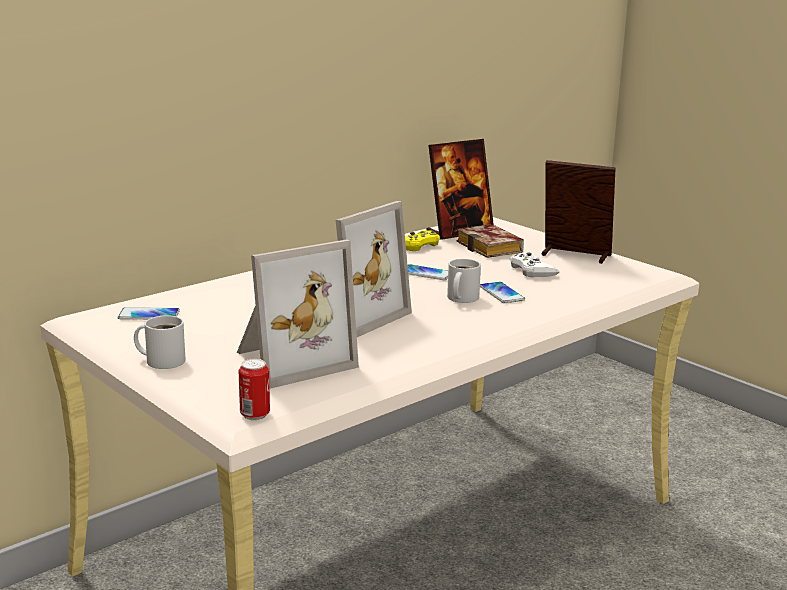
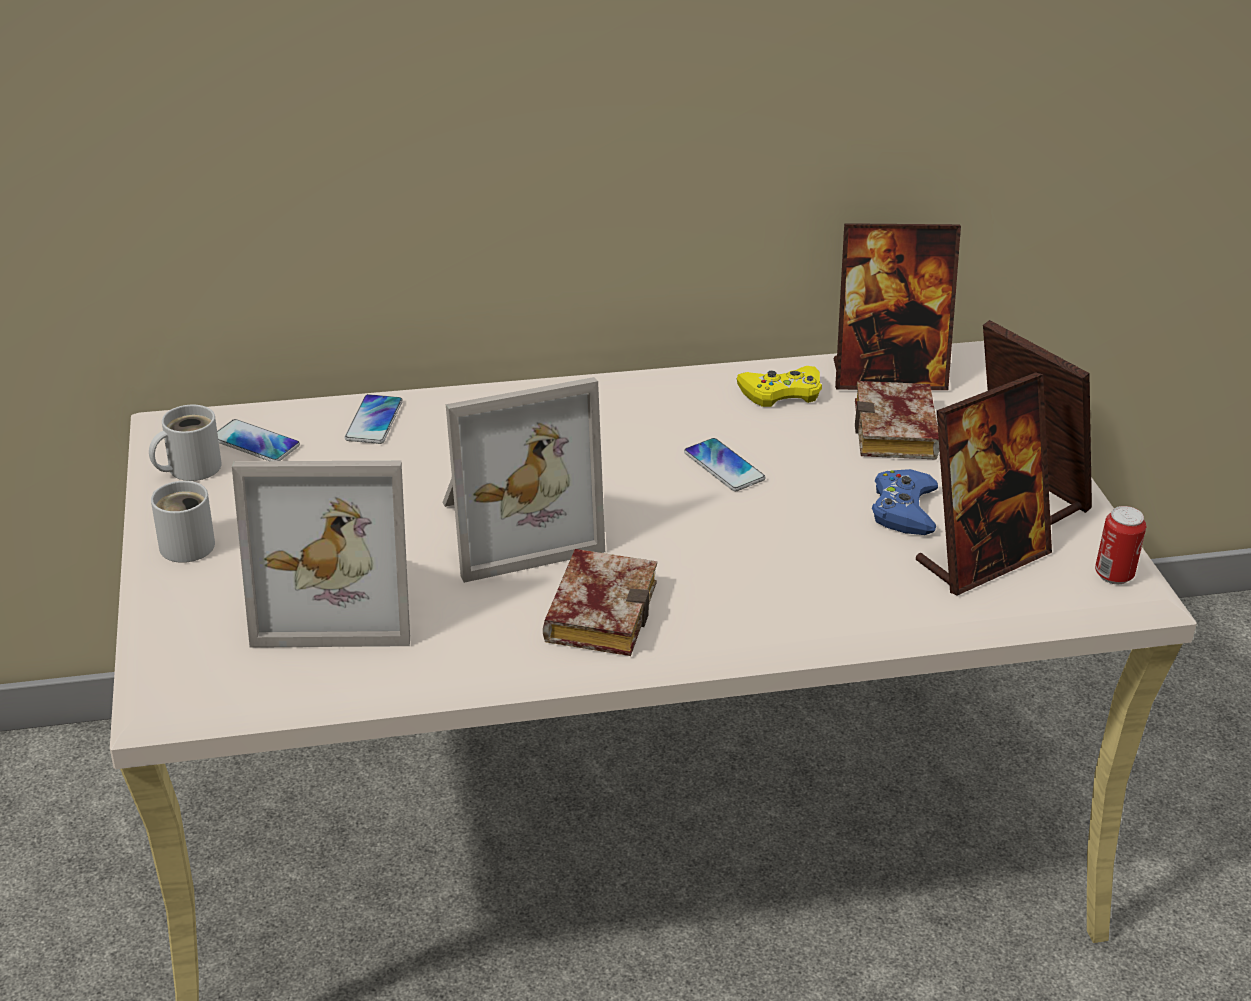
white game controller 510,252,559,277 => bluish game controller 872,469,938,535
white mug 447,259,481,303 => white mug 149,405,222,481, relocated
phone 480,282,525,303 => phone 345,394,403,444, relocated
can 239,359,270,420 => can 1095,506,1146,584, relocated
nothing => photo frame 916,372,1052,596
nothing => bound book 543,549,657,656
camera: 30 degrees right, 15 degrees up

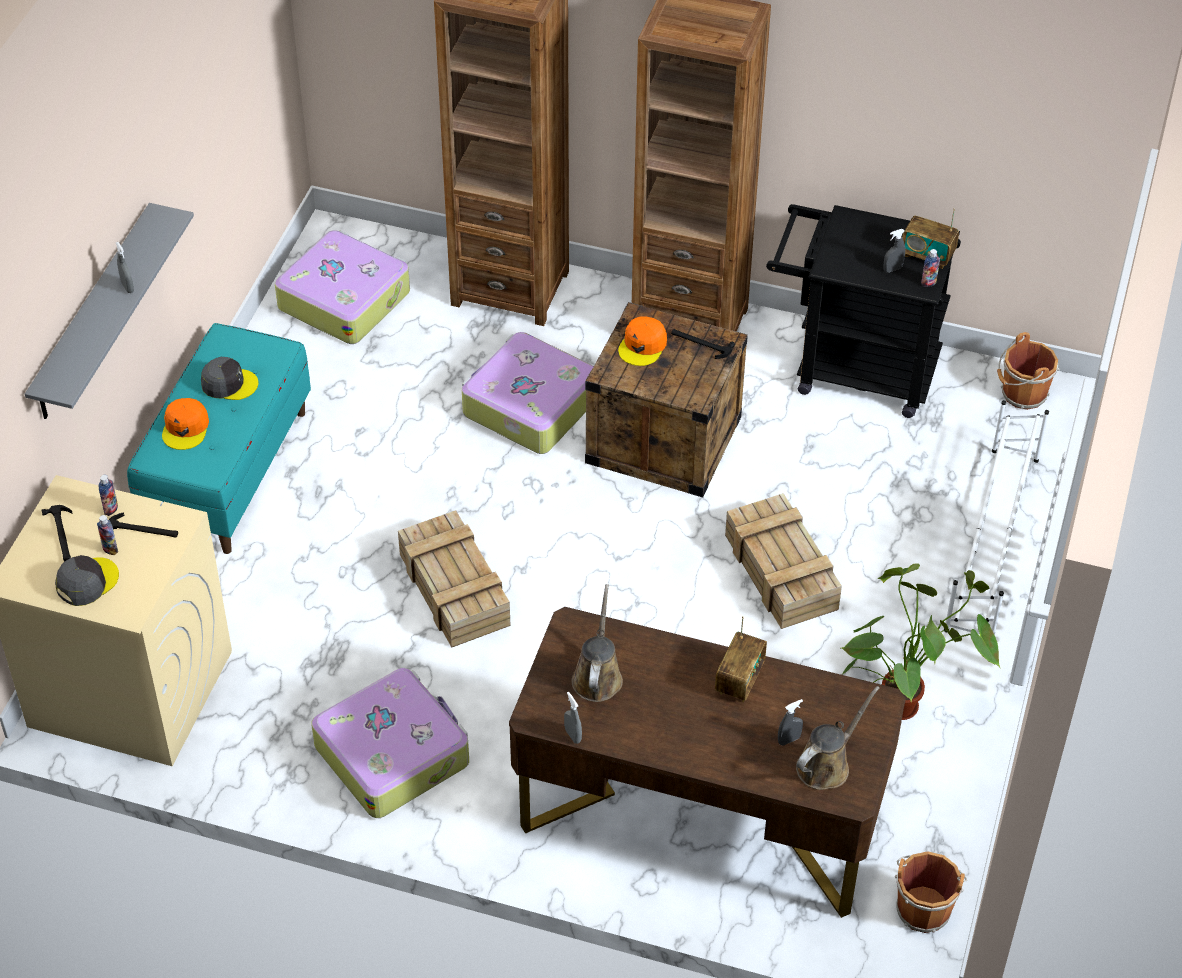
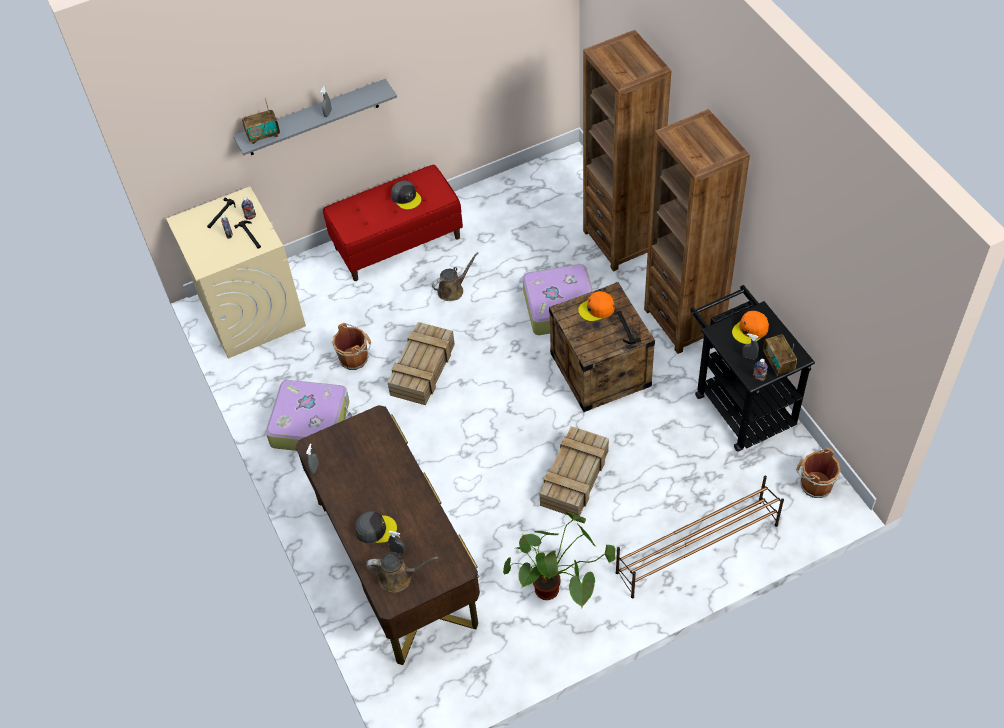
travel case 275,230,410,344 => nothing
turquoise indoor bench 127,323,311,554 => reddish indoor bench 323,165,463,281
orange-coloured cap 162,398,209,450 => orange-coloured cap 732,311,769,344, relocated
white shoe shelf 944,400,1049,635 => brown shoe shelf 616,475,784,598
greyish cap 55,555,119,606 => greyish cap 355,511,397,544, relocated
brown watering pot 571,584,623,702 => brown watering pot 432,252,479,301, relocated
radio set 715,616,767,702 => radio set 242,98,280,144, relocated
brown bucket 895,851,967,933 => brown bucket 332,323,371,370, relocated
camera: 50 degrees right, 5 degrees up

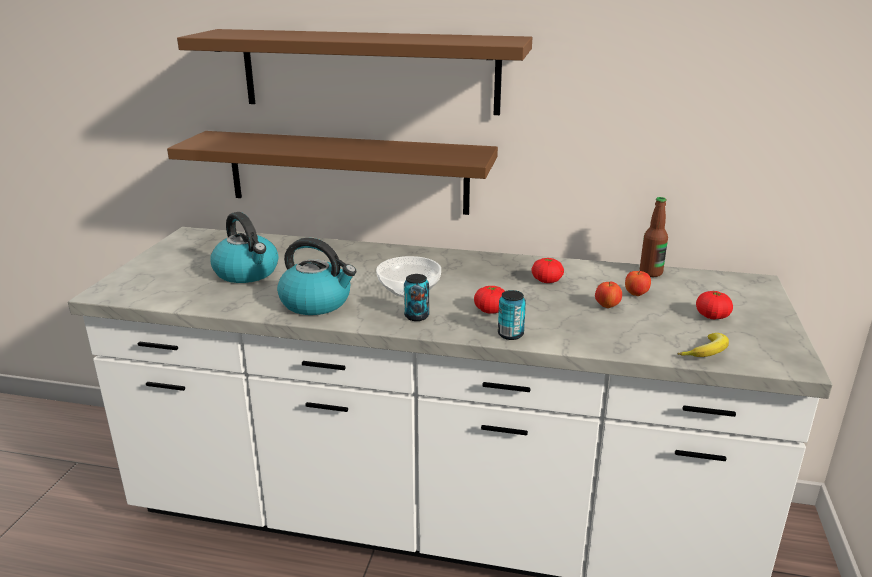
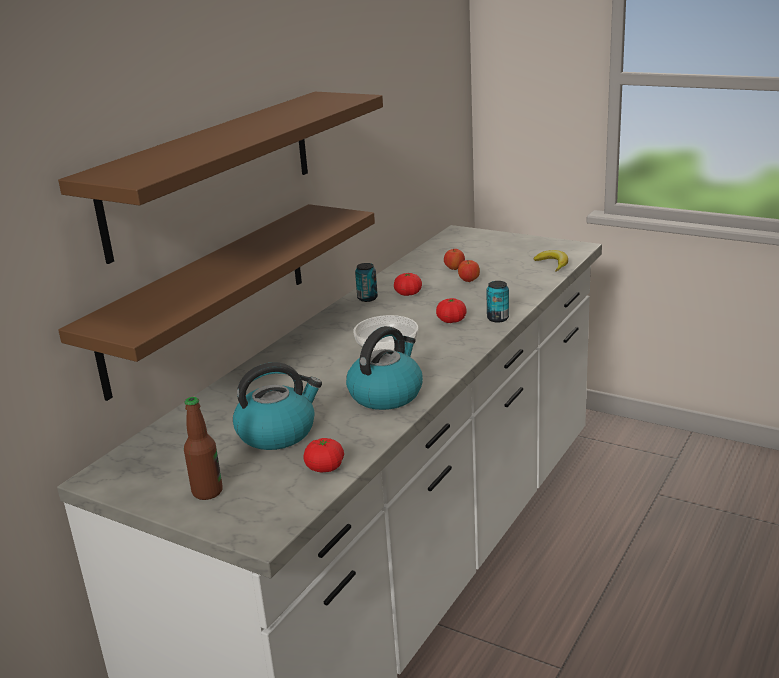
bottle 640,197,668,277 => bottle 184,397,223,500, relocated
can 404,274,429,321 => can 355,263,378,302, relocated
tomato 696,291,733,319 => tomato 303,438,344,473, relocated
camera: 70 degrees left, 0 degrees up

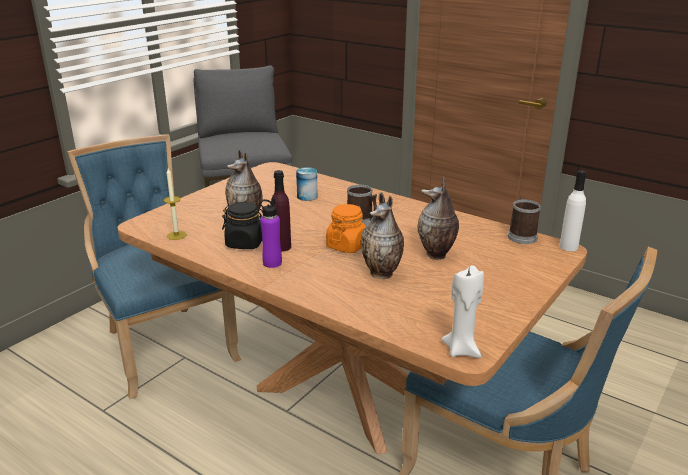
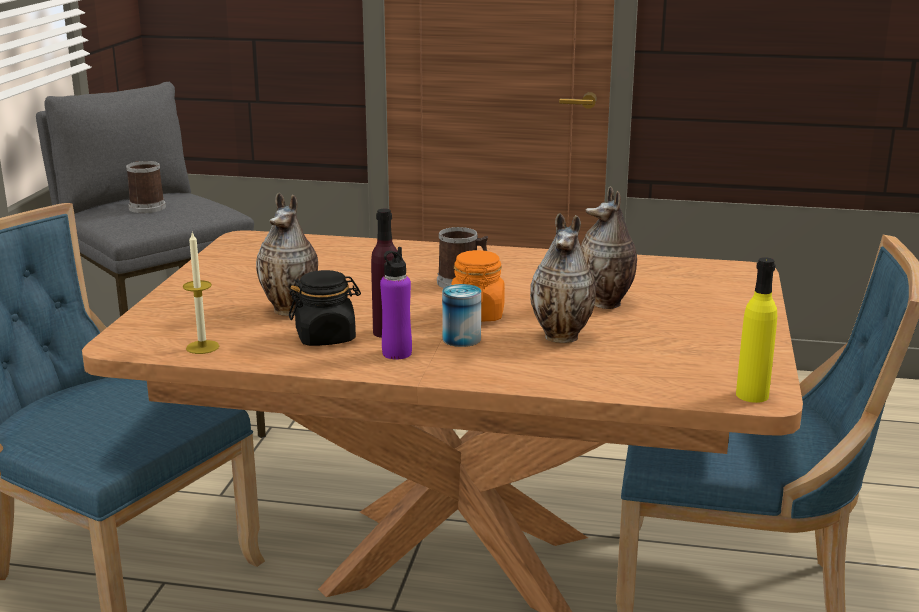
can 296,167,318,201 => can 442,284,481,347, relocated
white bottle 559,170,587,251 => nothing
mug 508,198,541,244 => mug 126,161,166,213, relocated
white candle 441,265,484,358 => yellow bottle 736,257,777,403
camera: 25 degrees left, 5 degrees down

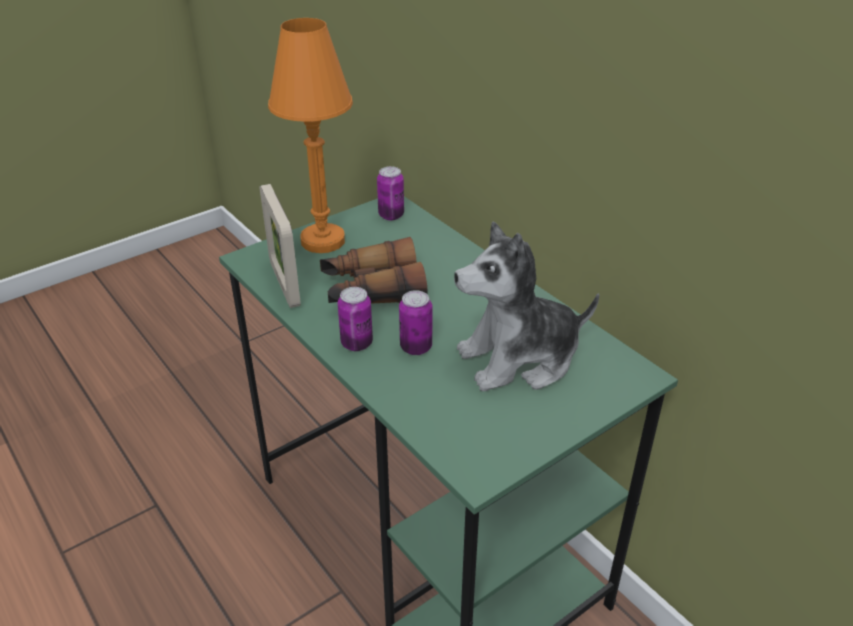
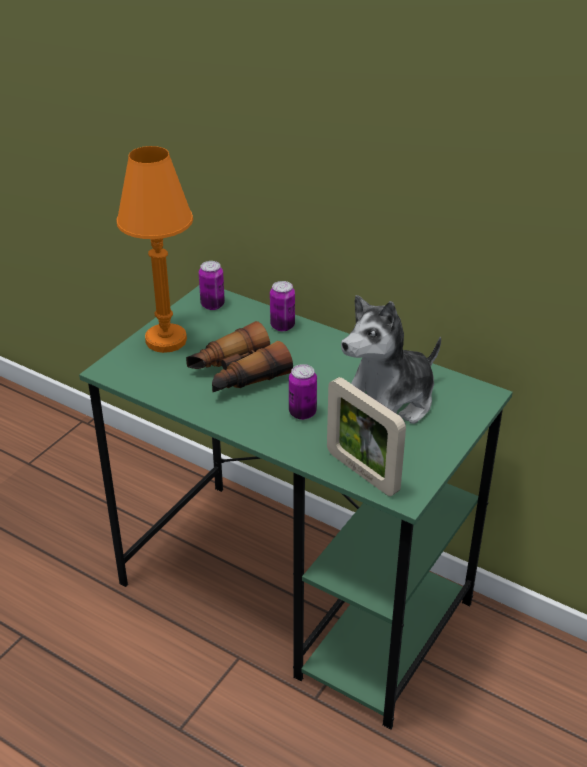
photo frame 260,184,301,308 => photo frame 327,377,406,496, relocated
can 338,287,373,351 => can 270,281,295,331, relocated
camera: 20 degrees left, 0 degrees up

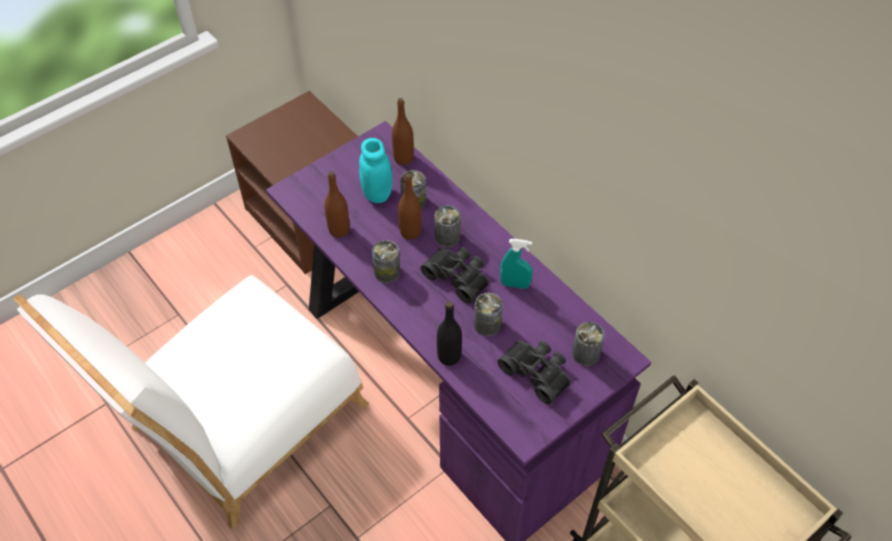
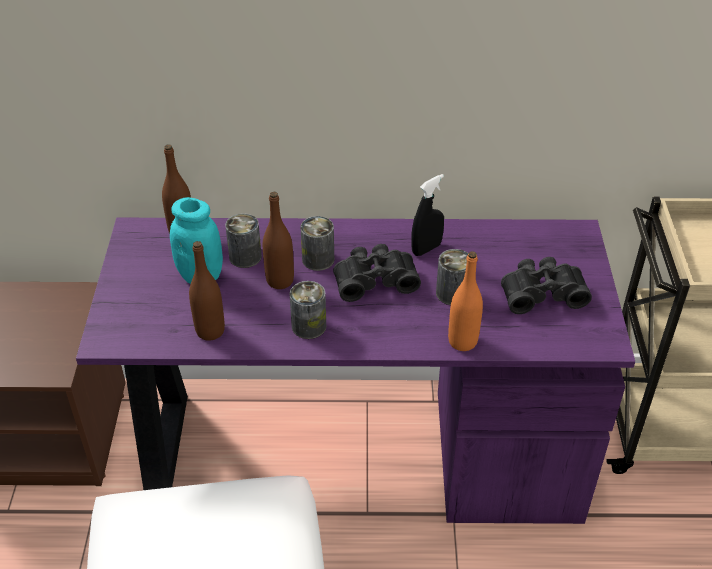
turquoise spray bottle 500,239,533,289 => blackish spray bottle 411,174,444,256
blackish bottle 437,302,462,366 => orange-coloured bottle 448,251,483,351
can 572,322,605,366 => nothing
camera: 50 degrees left, 10 degrees down

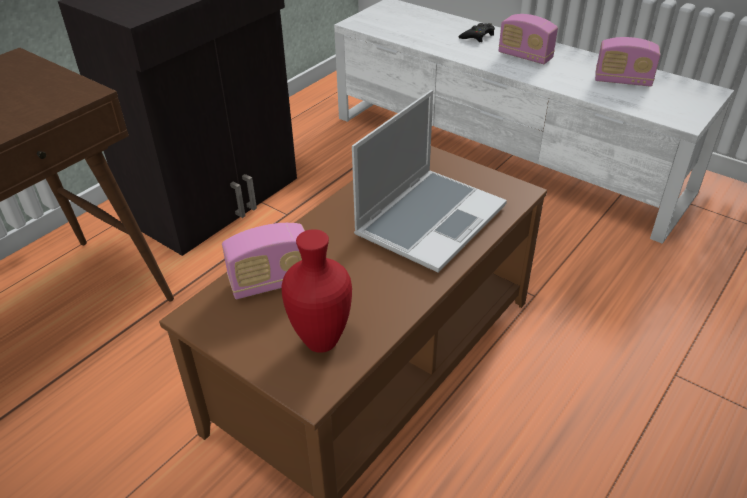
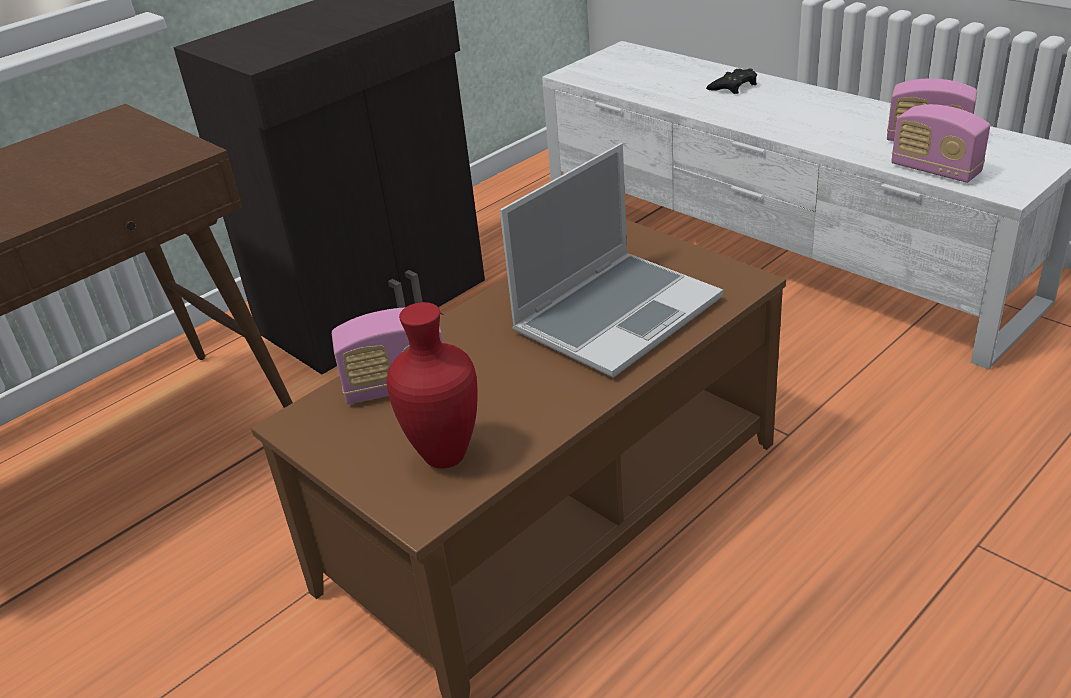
radio set 498,14,558,64 => radio set 892,104,990,183, relocated
camera: 10 degrees right, 5 degrees down

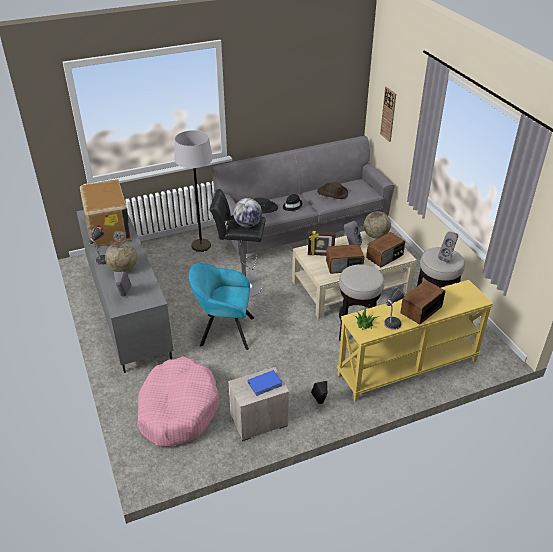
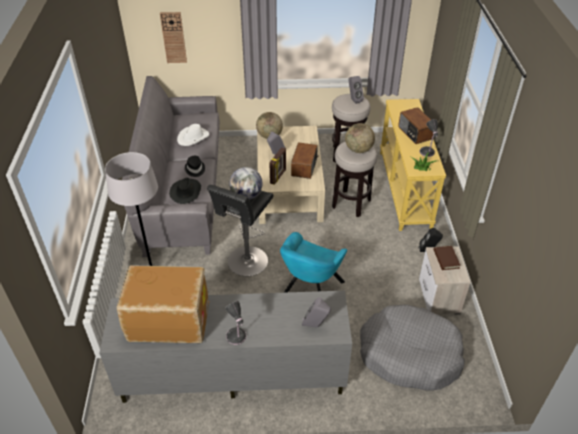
brown wearable hat 317,182,348,199 => white wearable hat 177,124,209,146
radio set 366,232,405,267 => nothing
desk globe 105,241,137,272 => desk globe 345,123,375,153, relocated
pink dog bed 137,356,219,447 => greyish dog bed 360,304,465,390
bluish bound book 248,370,282,396 => brown bound book 434,246,461,270
camera: 70 degrees left, 5 degrees up

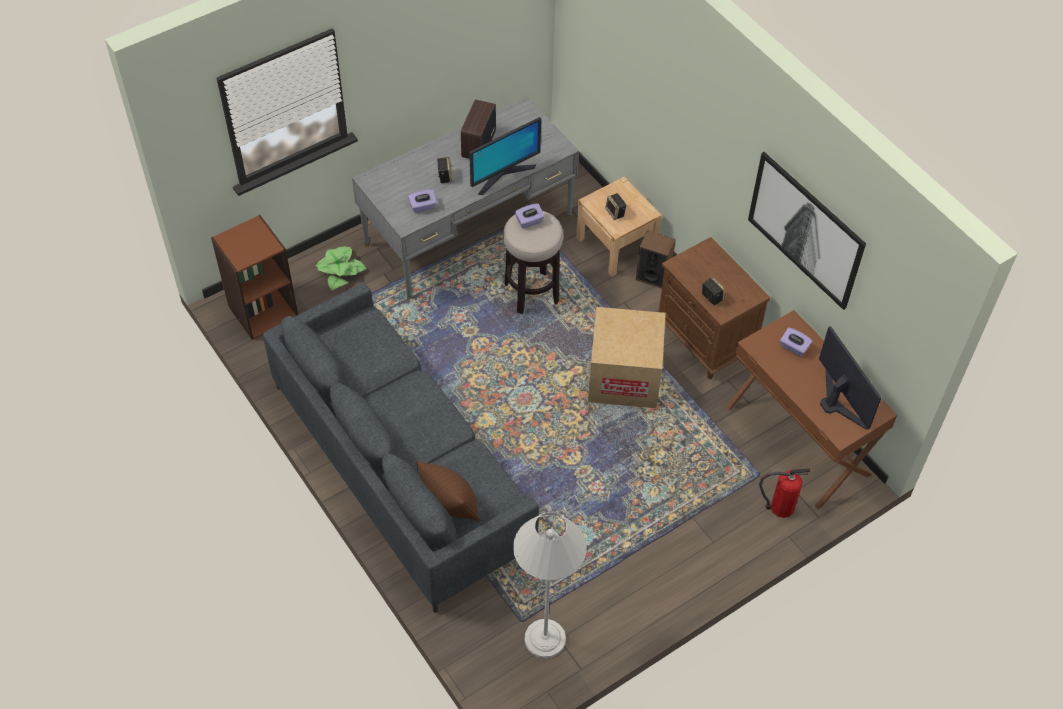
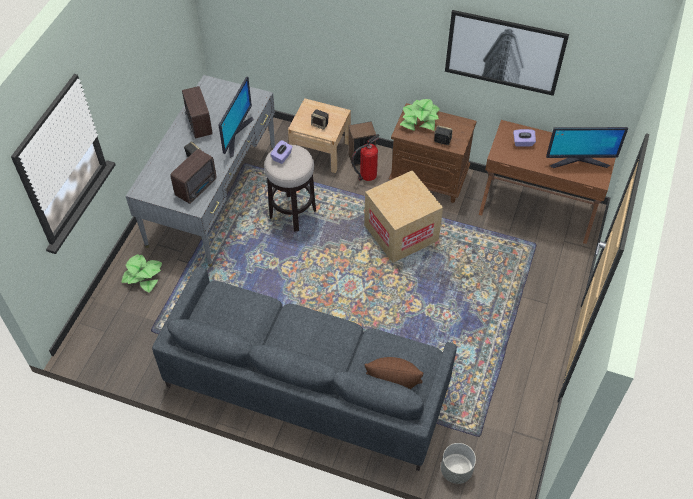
purplish tissue holder 408,189,437,213 => radio set 170,149,216,204
brown bookshelf 211,215,298,340 => nothing
computer screen 819,326,882,430 => computer screen 546,127,628,168, 150 degrees clockwise
fire extinguisher 759,469,810,518 => fire extinguisher 351,134,380,181, relocated
white standing lamp 513,511,587,658 => nothing
nothing => plant in a pot 400,99,440,131
nothing => greyish plant pot 441,443,476,484
camera: 35 degrees left, 0 degrees up

